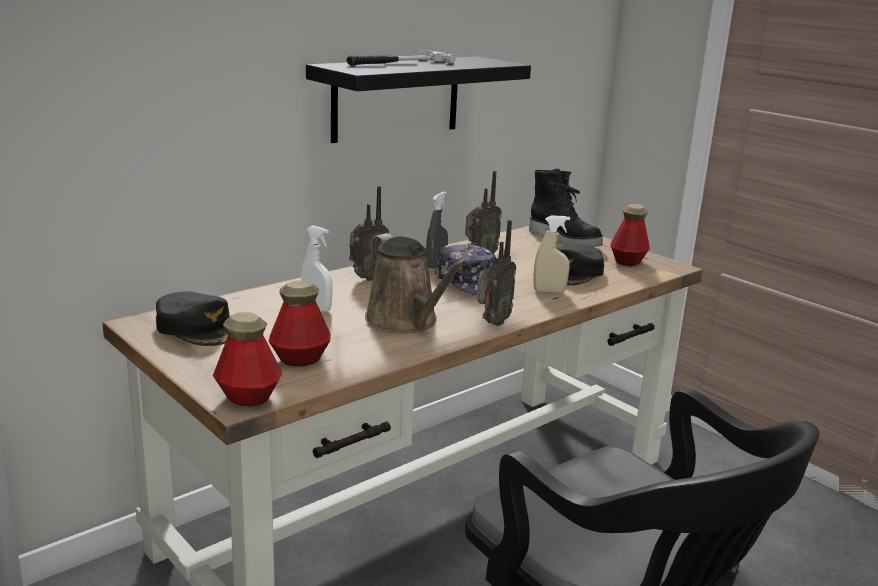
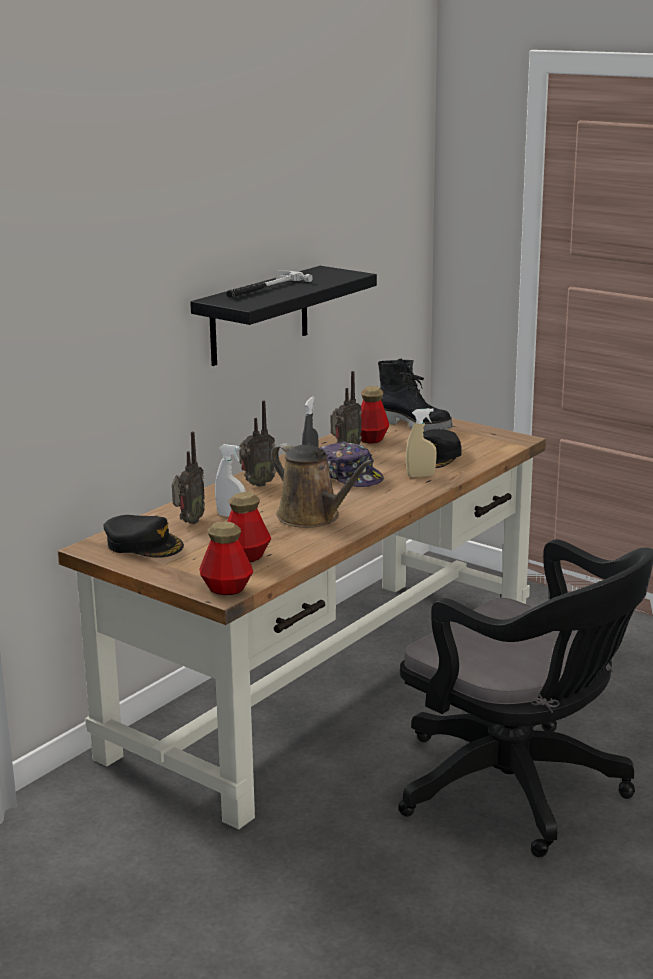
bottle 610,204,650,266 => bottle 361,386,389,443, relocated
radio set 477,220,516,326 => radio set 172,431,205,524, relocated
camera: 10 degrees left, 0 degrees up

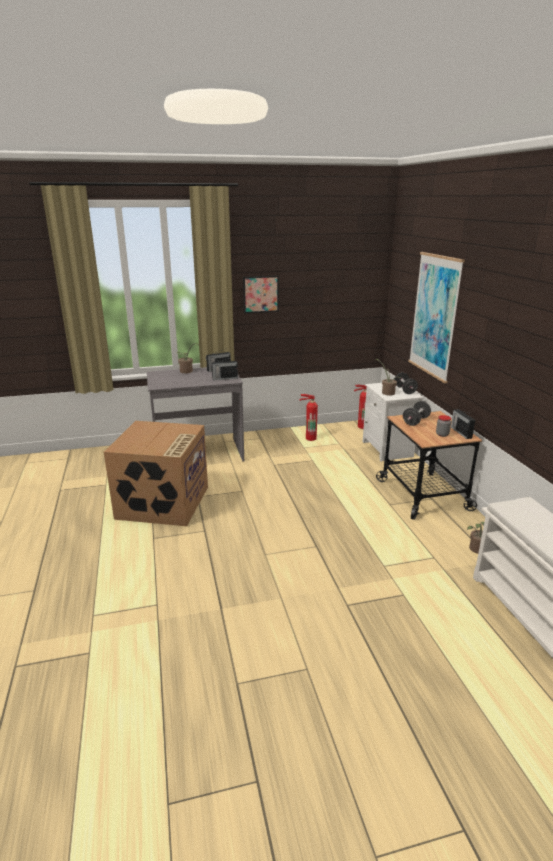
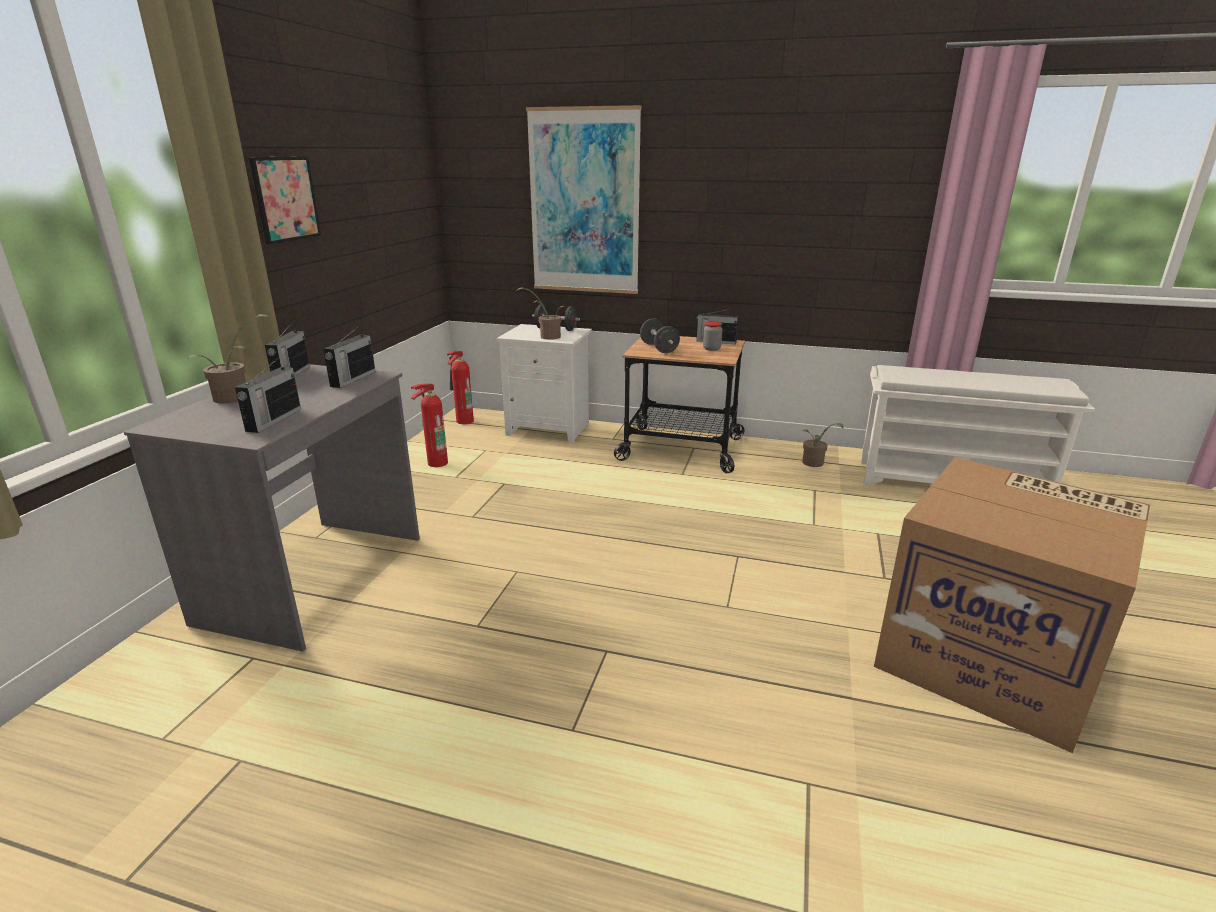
carton 104,421,208,526 => carton 874,457,1150,753, relocated
nothing => radio set 235,360,301,433
camera: 60 degrees left, 0 degrees up

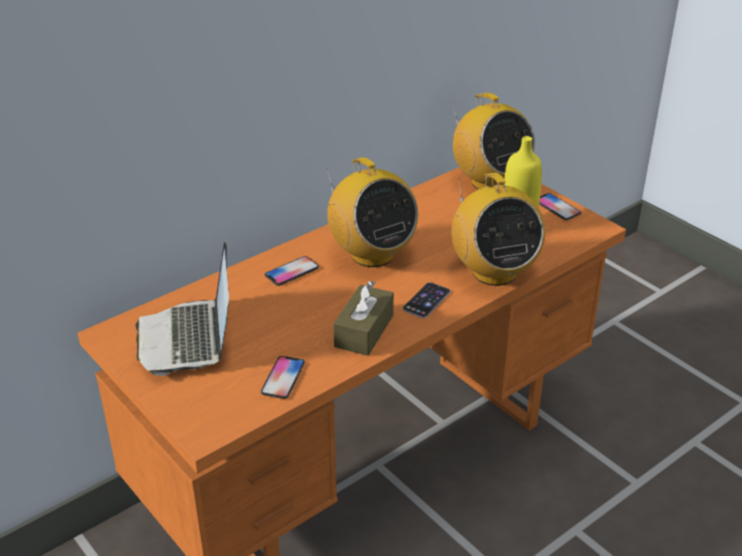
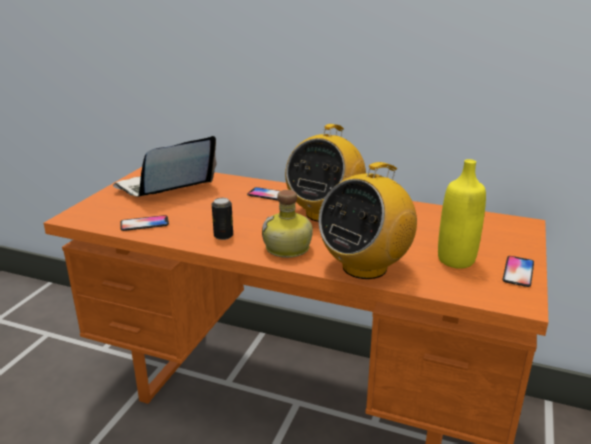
radio set 452,93,535,189 => nothing
brown tissue holder 333,281,394,356 => can 212,198,233,240
phone 403,282,450,318 => bottle 262,190,313,258
camera: 60 degrees right, 10 degrees down

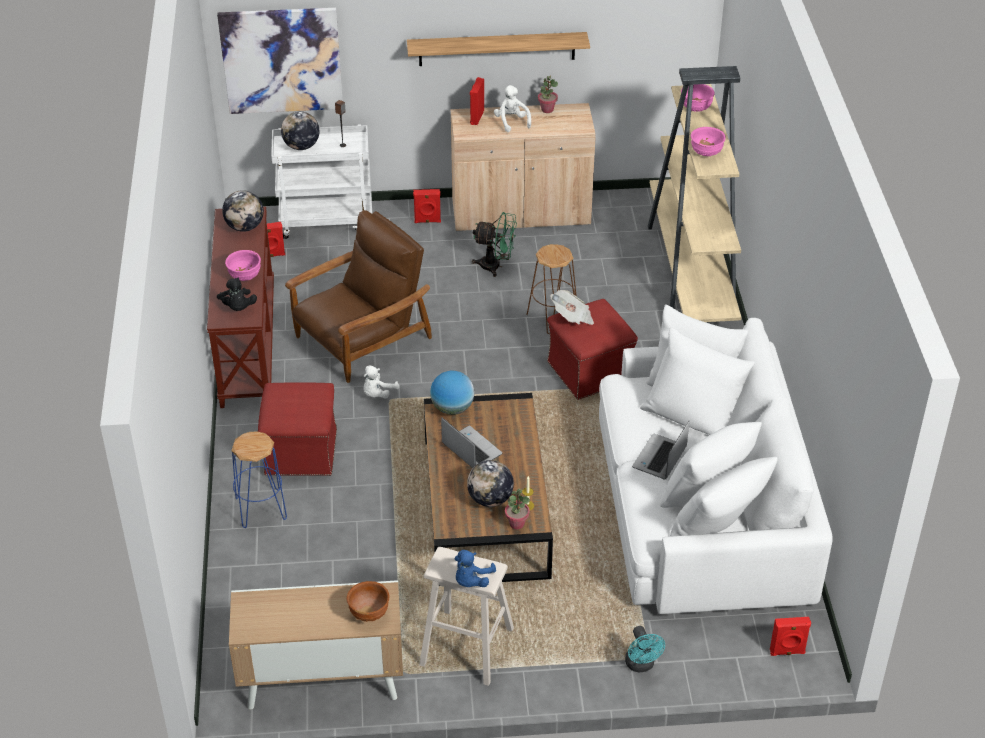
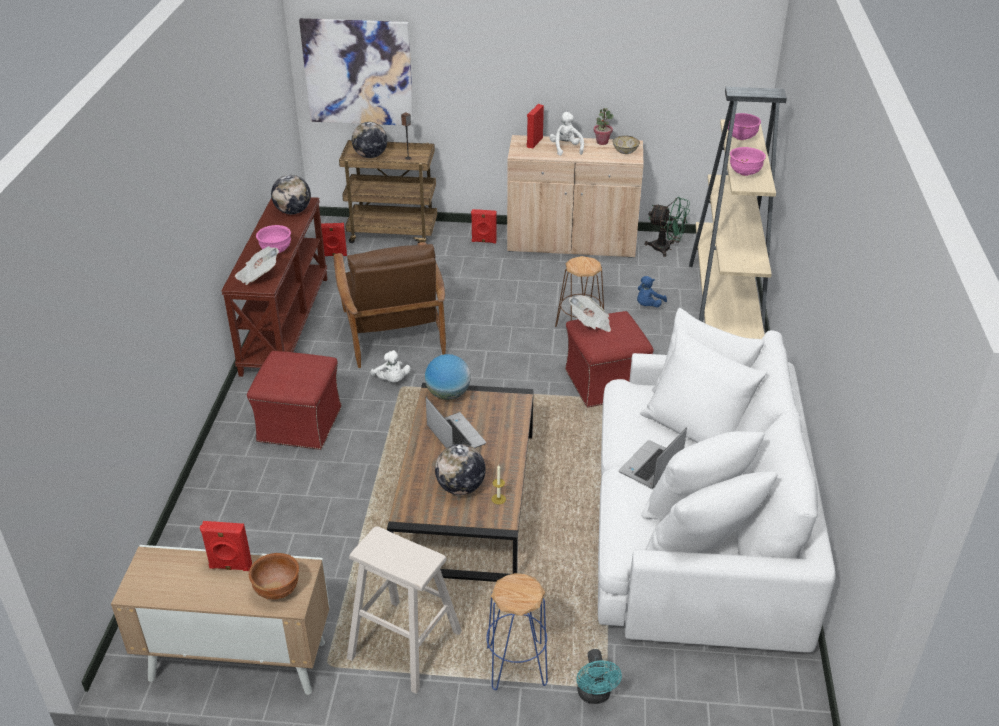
shelf 407,32,590,66 => nothing
white wheeled cart 271,124,372,239 => brown wheeled cart 339,140,437,243
brown easy chair 285,210,432,383 => brown easy chair 333,242,446,368, 105 degrees clockwise
green-coloured cooling fan 472,212,517,277 => green-coloured cooling fan 645,197,690,257, relocated
blackish soft toy 217,277,257,311 => newspaper 235,246,279,285
white soft toy 363,365,399,398 => white soft toy 371,350,411,382, 75 degrees counterclockwise
bluish stool seat 231,431,287,528 => bluish stool seat 486,573,548,690, relocated
plant in a pot 505,488,530,529 => nothing
bluish soft toy 455,550,496,587 => bluish soft toy 637,276,667,307, relocated
reddish loudspeaker 770,617,811,656 => reddish loudspeaker 200,521,252,571, relocated
nothing => bowl 612,136,640,154
camera: 10 degrees right, 5 degrees down

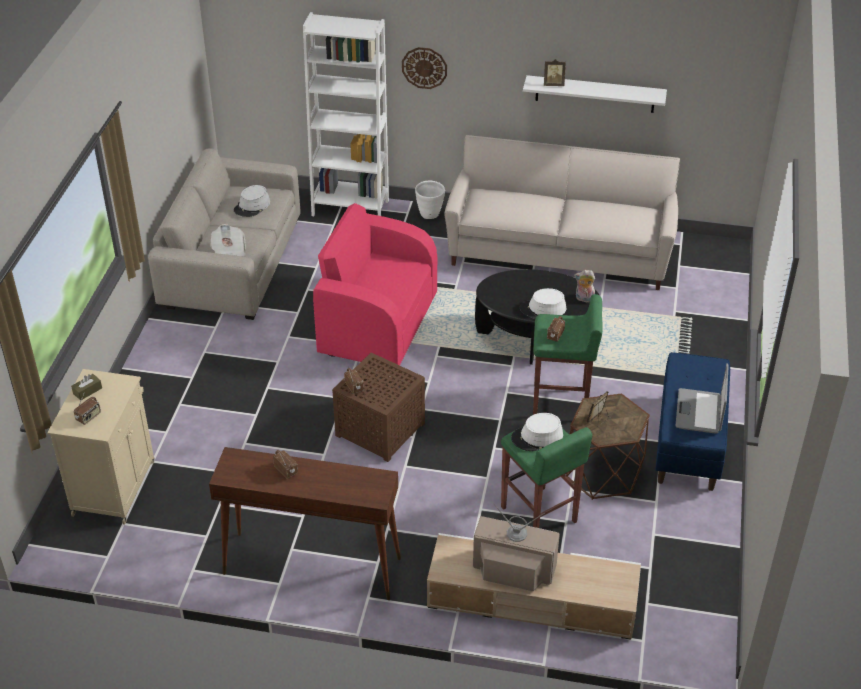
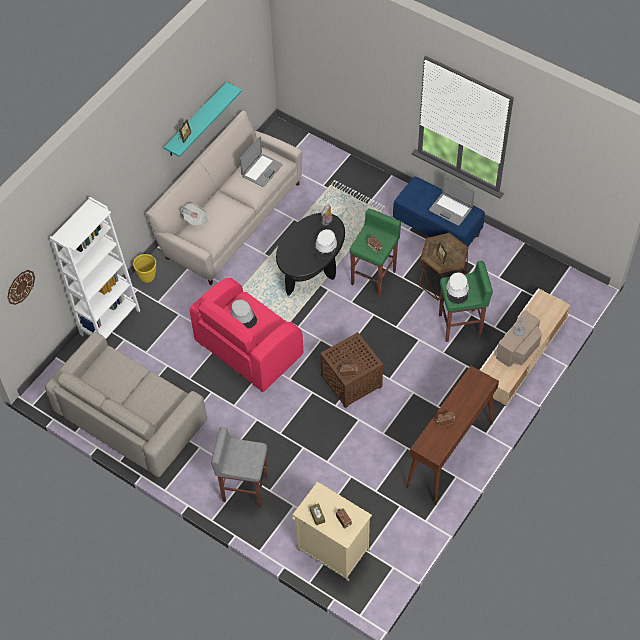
clock on the wall 402,47,447,89 => clock on the wall 7,270,35,305, relocated
white shelf 523,75,667,113 => turquoise shelf 164,82,242,157
white plant pot 415,180,445,219 => yellow plant pot 133,254,156,283
greyish wearable hat 234,185,270,217 => greyish wearable hat 230,299,257,329, relocated
newspaper 210,224,246,256 => newspaper 181,203,209,226, relocated
nothing => notebook computer 240,137,283,187
nothing => greyish stool seat 211,427,268,508
camera: 65 degrees left, 15 degrees up

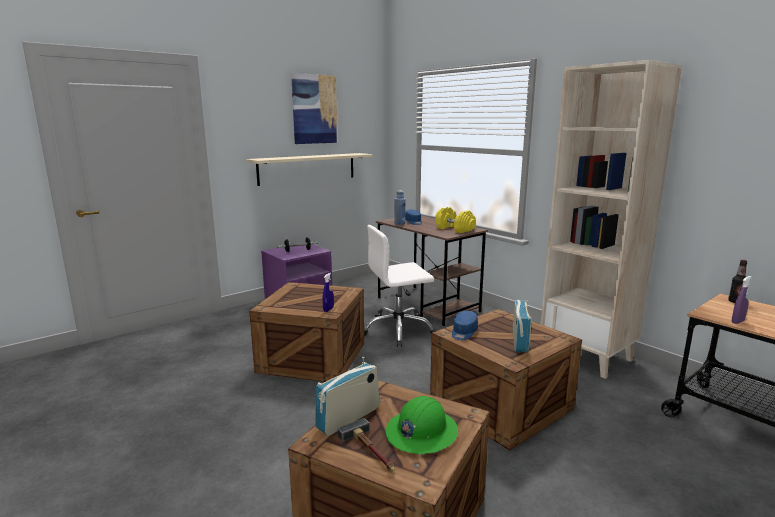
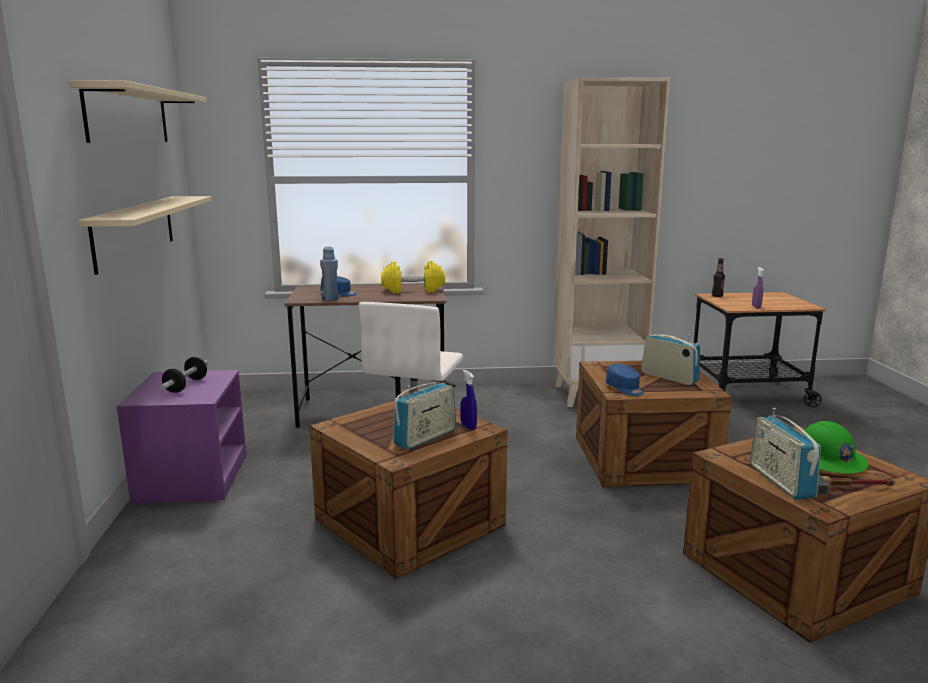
wall picture 291,73,338,144 => beige shelf 68,80,207,143
nothing => radio set 393,382,456,450
camera: 55 degrees left, 0 degrees up

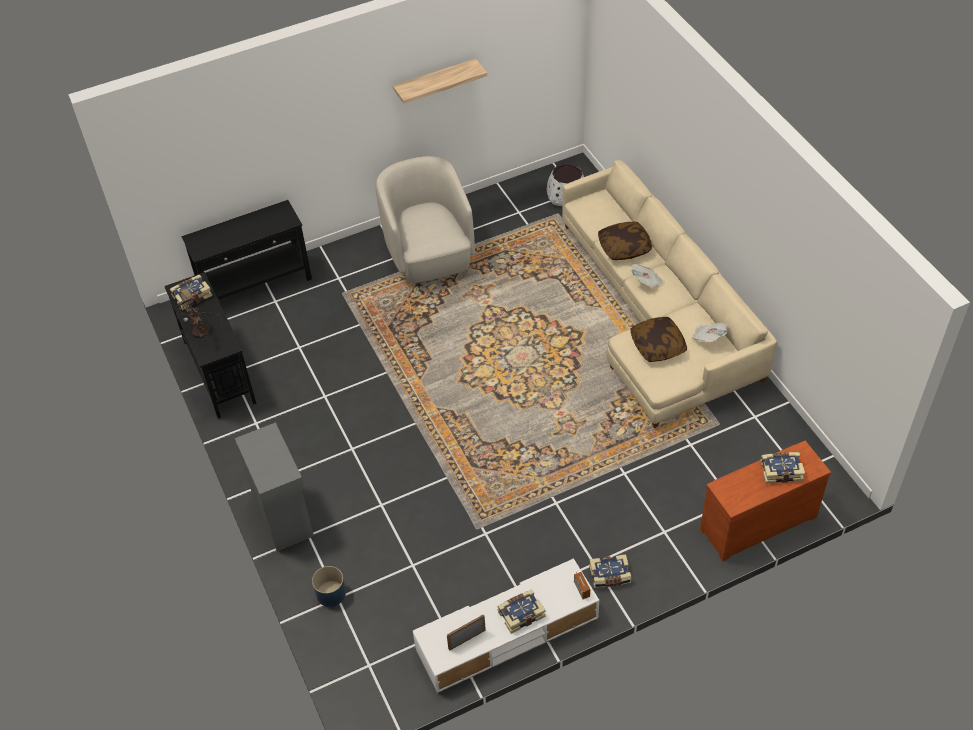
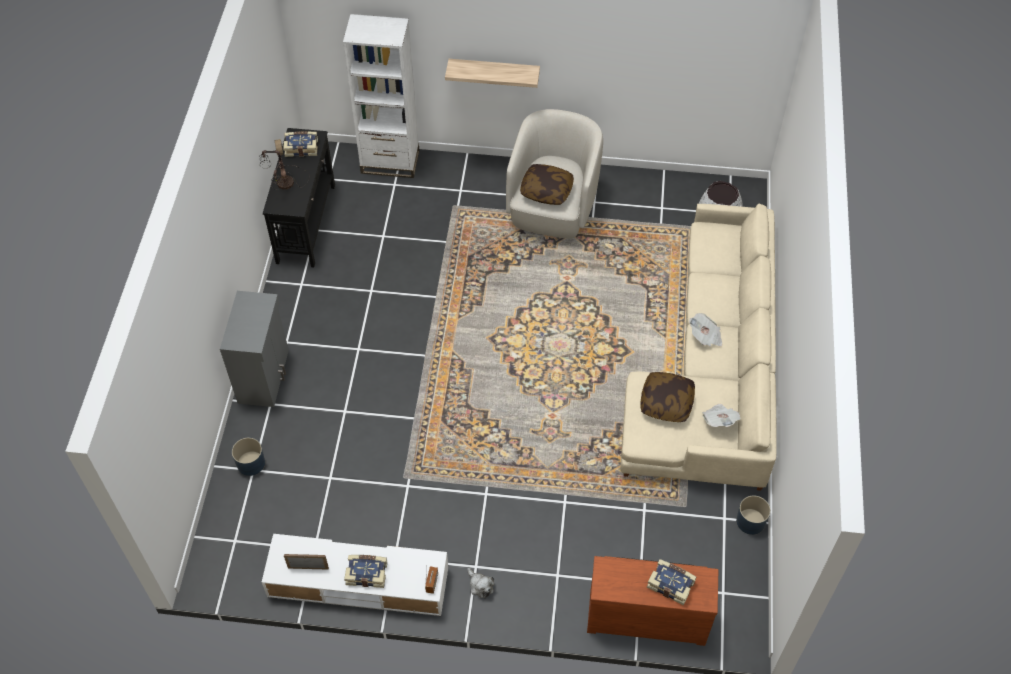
shelf 393,58,487,104 => shelf 445,59,540,88, relocated
blackish console table 182,200,312,300 => white bookshelf 343,14,419,178
pillow 598,222,652,260 => pillow 520,164,574,205, relocated
bound book 589,554,631,588 => soft toy 468,567,494,598
nothing => bluish plant pot 736,496,771,535
camera: 30 degrees right, 5 degrees up

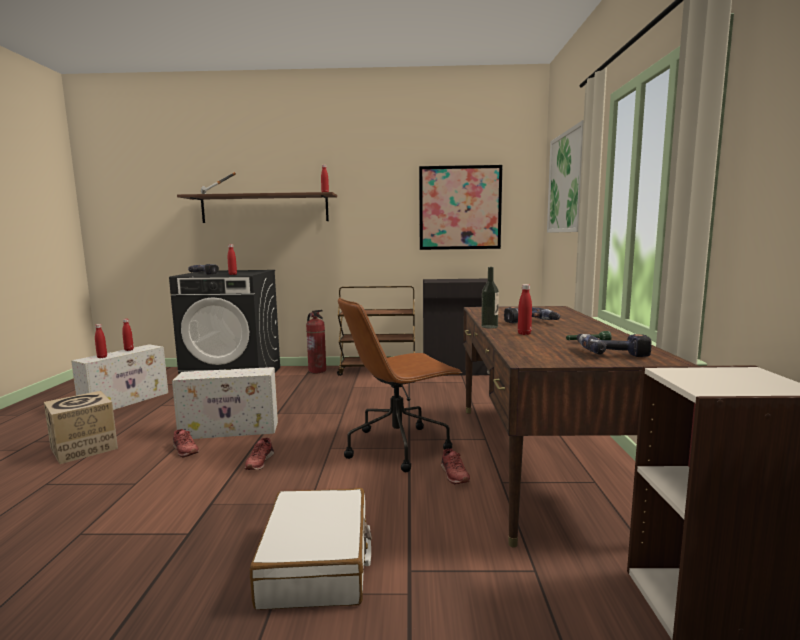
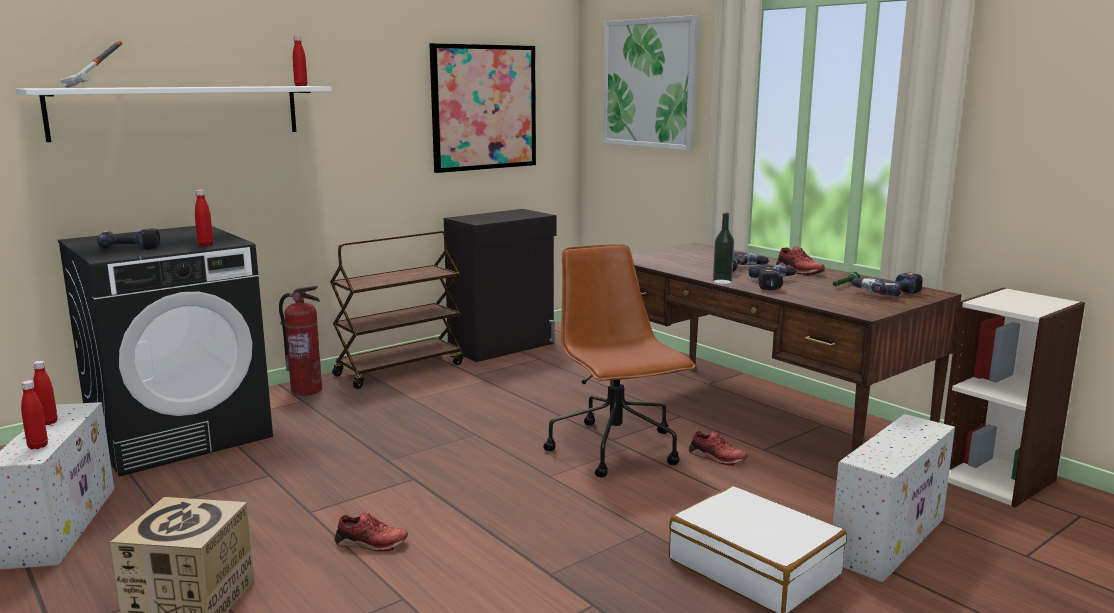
brown shelf 177,192,337,223 => white shelf 15,86,332,142
reddish bottle 518,284,532,335 => drill 748,265,797,290
brown desk chair 338,297,463,472 => brown desk chair 543,244,695,478, 135 degrees clockwise
white storage container 172,367,278,439 => white storage container 833,414,955,582, relocated
reddish item of footwear 245,438,274,470 => reddish item of footwear 776,246,825,275, relocated
camera: 40 degrees left, 5 degrees up

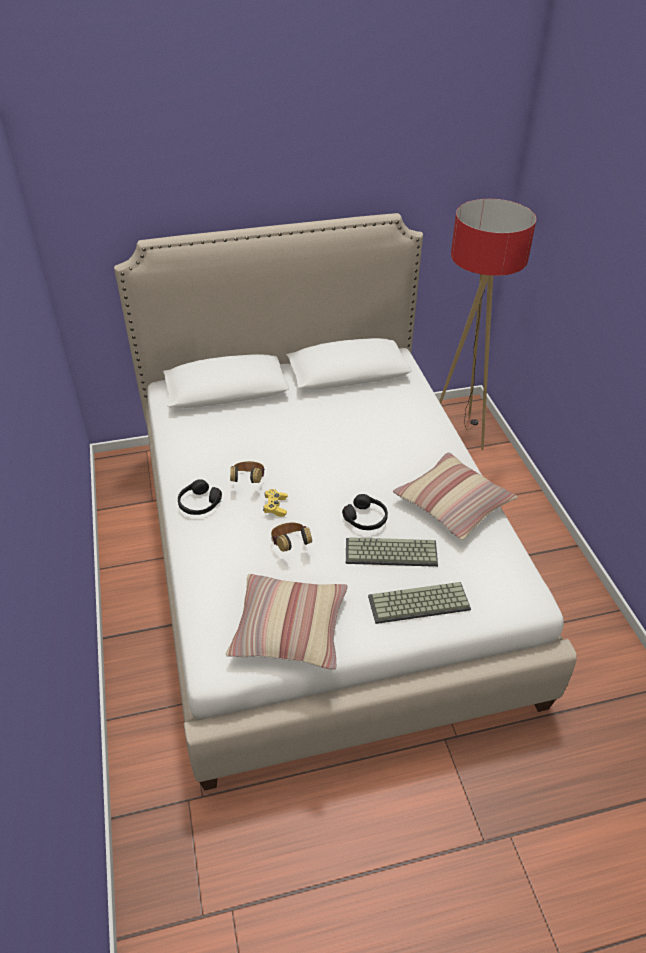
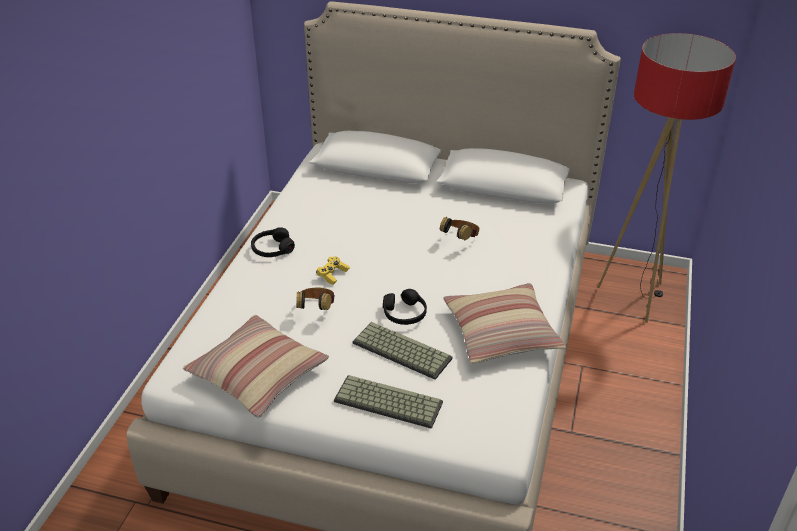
headphones 230,461,265,483 => headphones 440,217,480,240, relocated
camera: 30 degrees right, 5 degrees down

